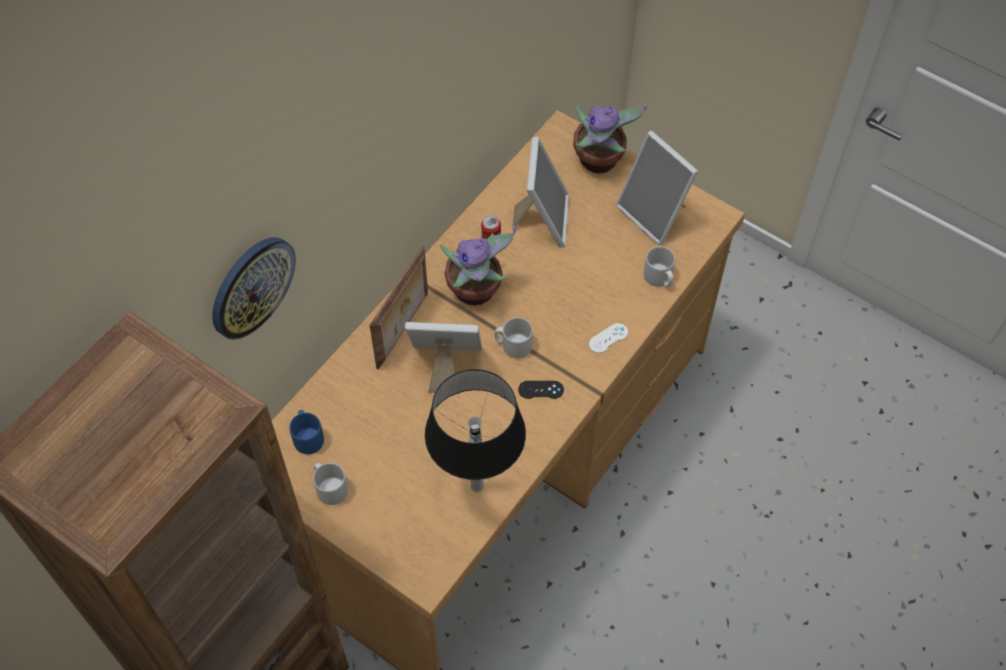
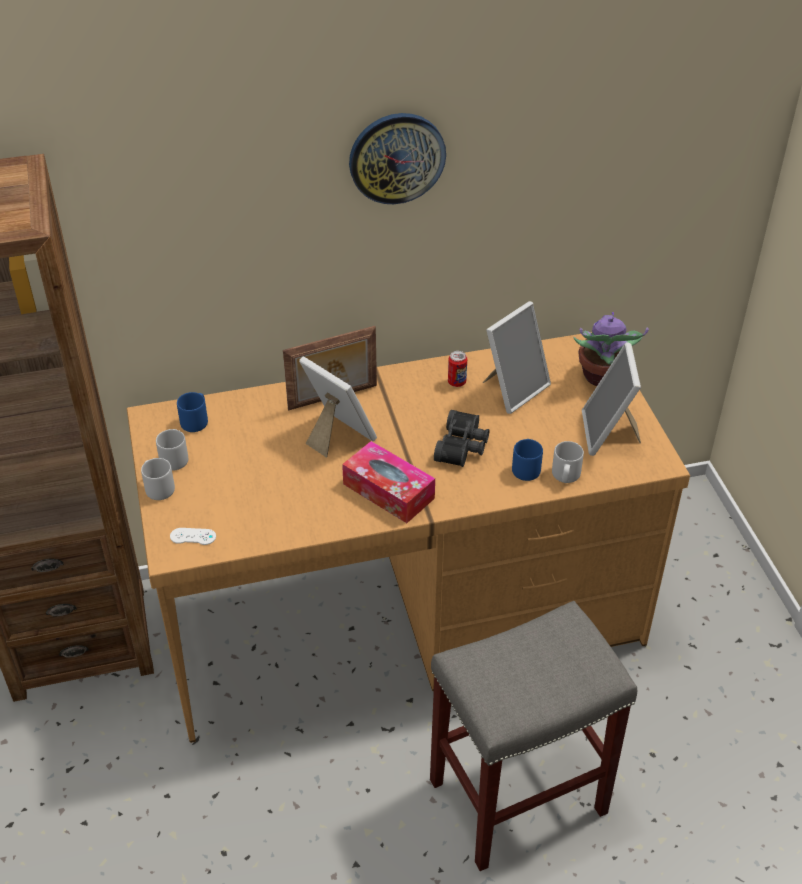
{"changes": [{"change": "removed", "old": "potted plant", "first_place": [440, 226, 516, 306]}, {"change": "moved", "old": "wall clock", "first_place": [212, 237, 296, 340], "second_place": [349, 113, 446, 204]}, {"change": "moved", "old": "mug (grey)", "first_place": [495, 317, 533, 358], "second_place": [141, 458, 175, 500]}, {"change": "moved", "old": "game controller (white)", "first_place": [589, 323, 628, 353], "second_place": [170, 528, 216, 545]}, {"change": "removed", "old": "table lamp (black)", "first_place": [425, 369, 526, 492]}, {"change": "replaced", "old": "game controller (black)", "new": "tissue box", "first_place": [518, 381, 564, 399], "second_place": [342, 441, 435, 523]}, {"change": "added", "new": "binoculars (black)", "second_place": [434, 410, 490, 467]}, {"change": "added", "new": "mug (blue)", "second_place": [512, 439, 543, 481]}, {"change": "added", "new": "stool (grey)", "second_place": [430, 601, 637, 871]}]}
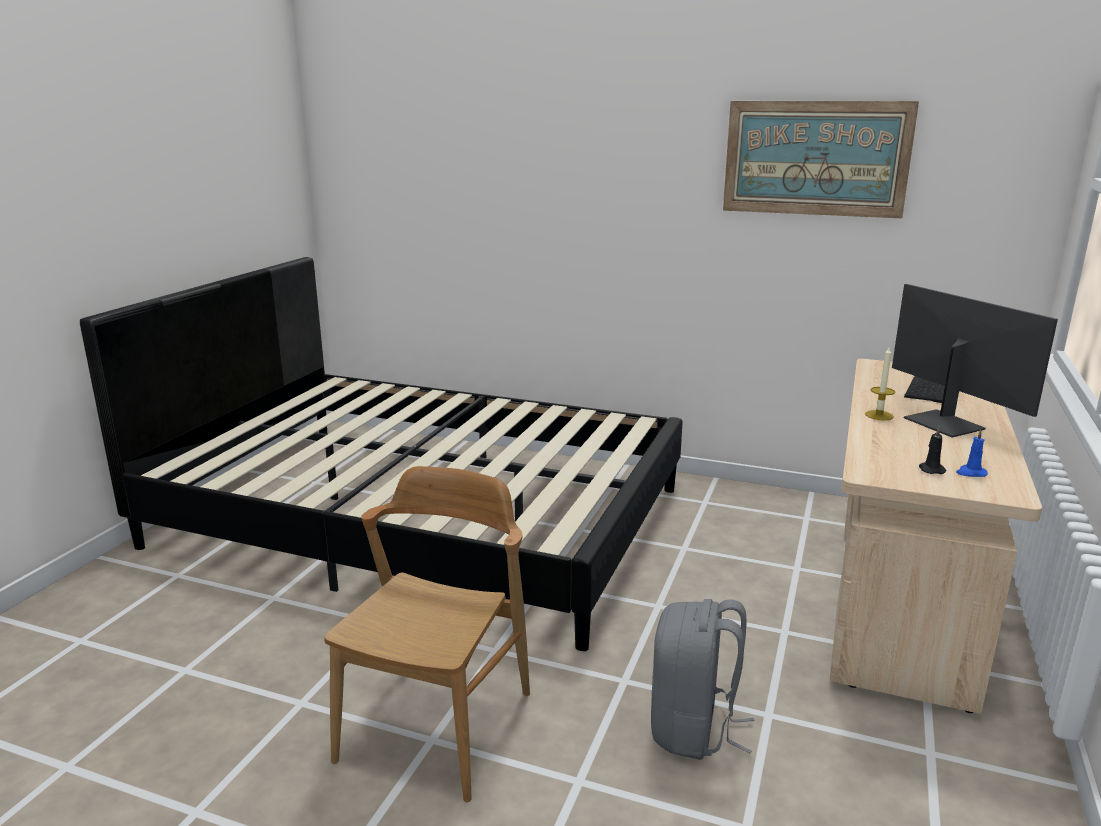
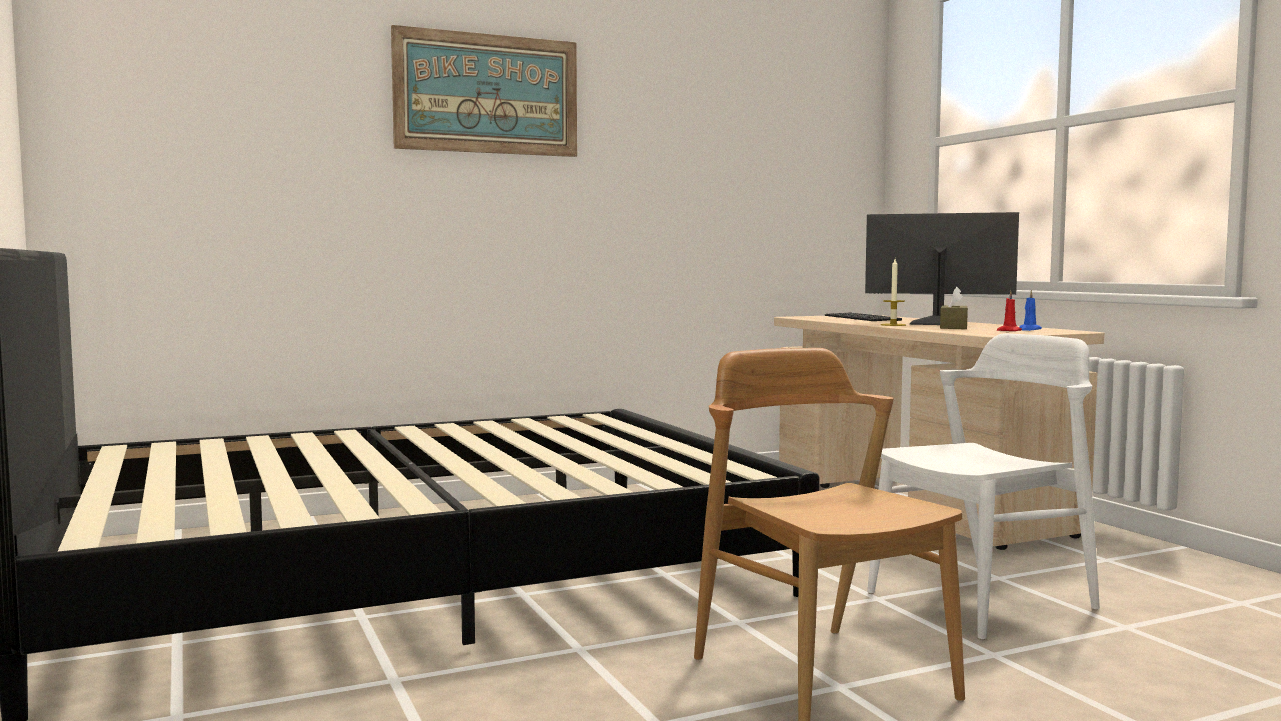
{"changes": [{"change": "moved", "old": "picture", "first_place": [723, 101, 919, 218], "second_place": [391, 25, 577, 157]}, {"change": "recoloured", "old": "candle (black)", "new": "candle (red)", "first_place": [919, 427, 946, 474], "second_place": [996, 291, 1022, 331]}, {"change": "replaced", "old": "backpack (grey)", "new": "chair (white)", "first_place": [651, 599, 755, 760], "second_place": [867, 333, 1100, 640]}, {"change": "added", "new": "tissue box (brown)", "second_place": [940, 287, 968, 329]}]}
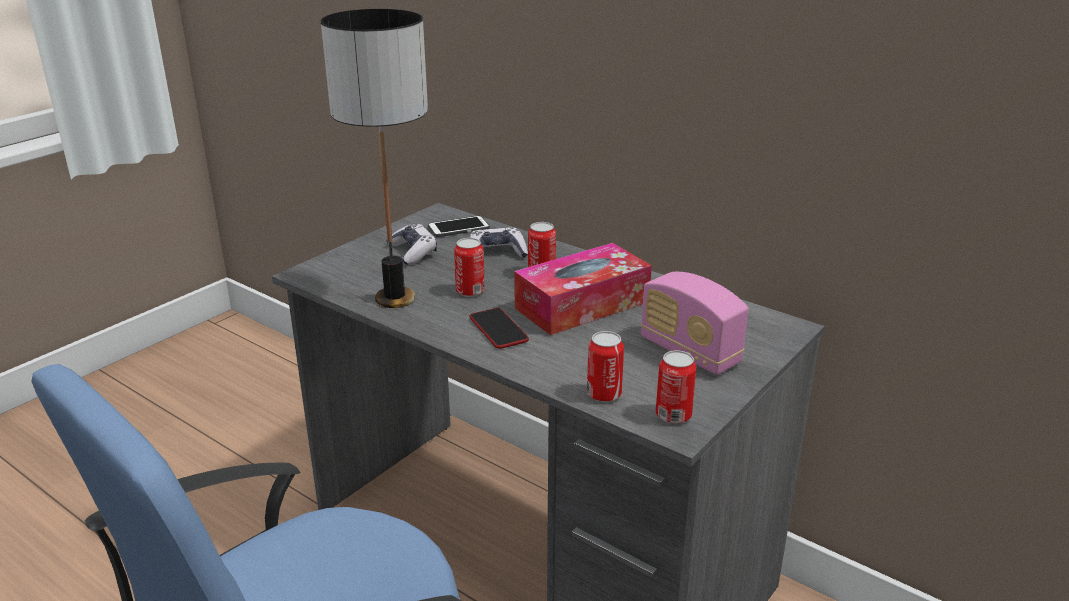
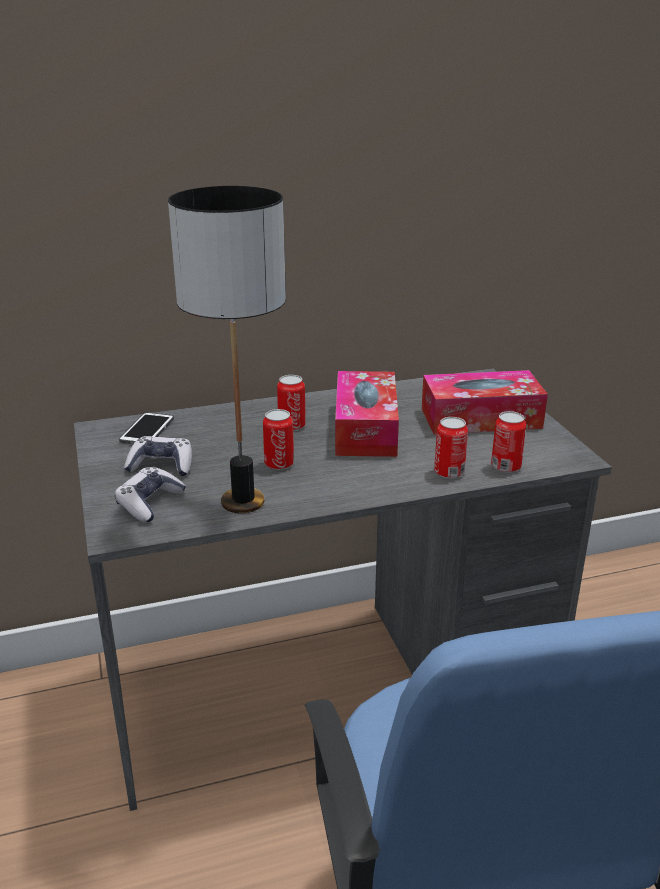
{"changes": [{"change": "moved", "old": "game controller", "first_place": [470, 227, 528, 258], "second_place": [115, 467, 186, 522]}, {"change": "replaced", "old": "radio", "new": "tissue box", "first_place": [641, 272, 749, 375], "second_place": [422, 370, 548, 434]}, {"change": "removed", "old": "phone", "first_place": [470, 308, 529, 349]}, {"change": "moved", "old": "can", "first_place": [656, 350, 696, 424], "second_place": [434, 417, 468, 479]}]}
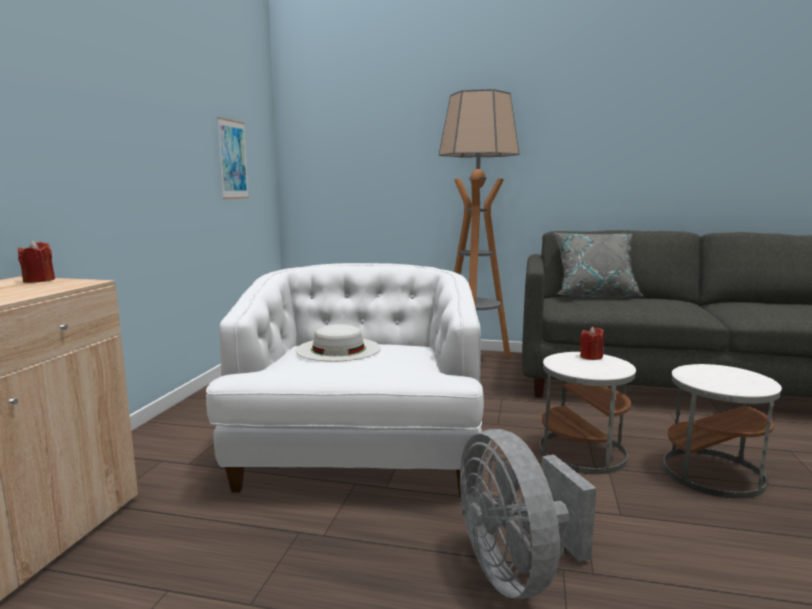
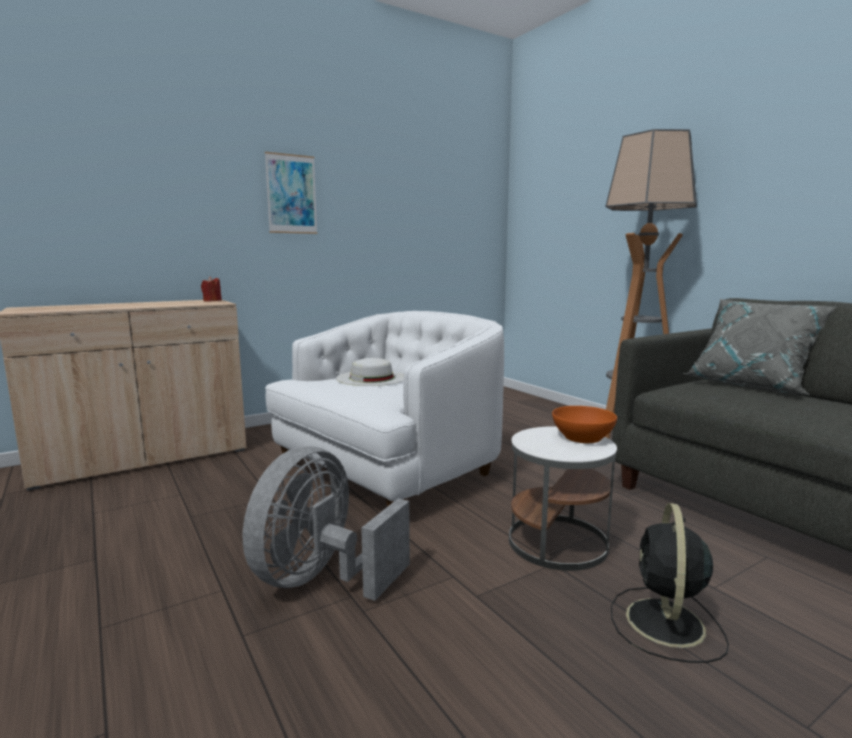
{"changes": [{"change": "moved", "old": "picture", "first_place": [217, 117, 249, 199], "second_place": [265, 152, 317, 234]}, {"change": "replaced", "old": "candle (red)", "new": "bowl (orange)", "first_place": [580, 327, 604, 360], "second_place": [552, 406, 617, 443]}, {"change": "replaced", "old": "side table (white)", "new": "fan (black)", "first_place": [663, 364, 782, 499], "second_place": [611, 503, 729, 663]}]}
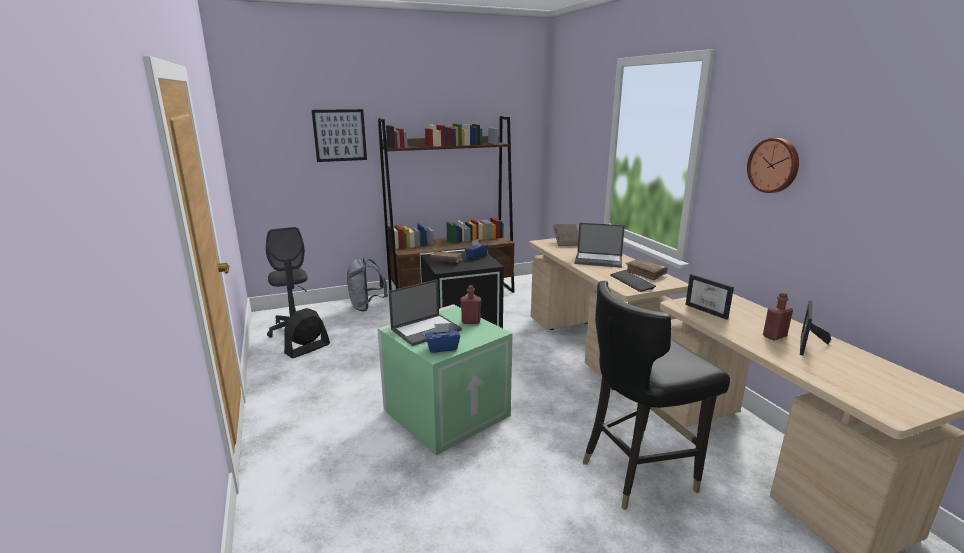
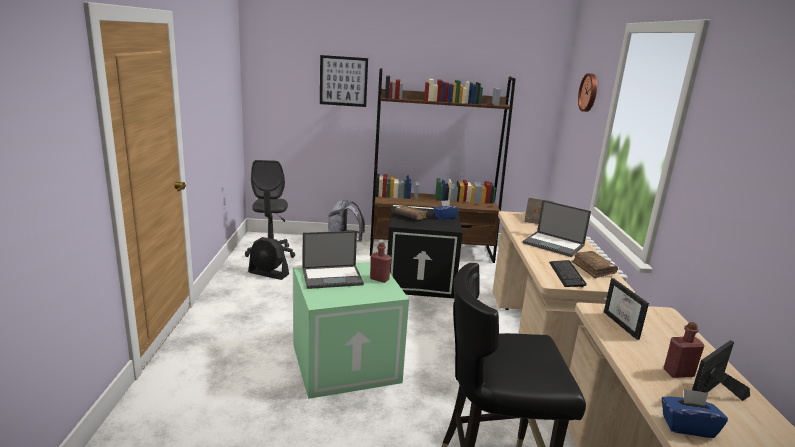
{"changes": [{"change": "moved", "old": "wall clock", "first_place": [747, 138, 799, 193], "second_place": [578, 73, 597, 112]}, {"change": "turned", "old": "fan (black)", "first_place": [284, 308, 330, 358], "second_place": [248, 237, 289, 280], "degrees": -135}, {"change": "moved", "old": "tissue box (blue)", "first_place": [425, 323, 460, 353], "second_place": [661, 389, 728, 438]}]}
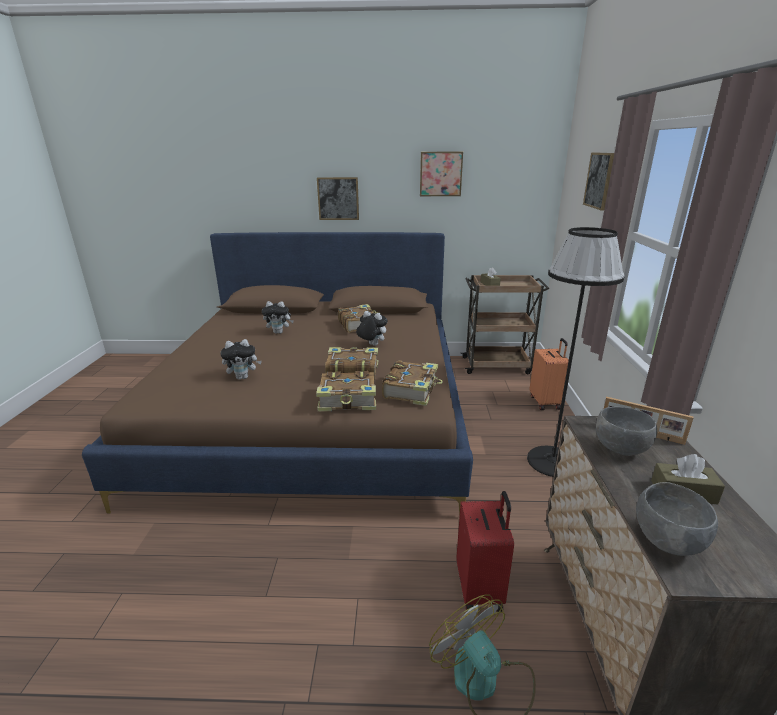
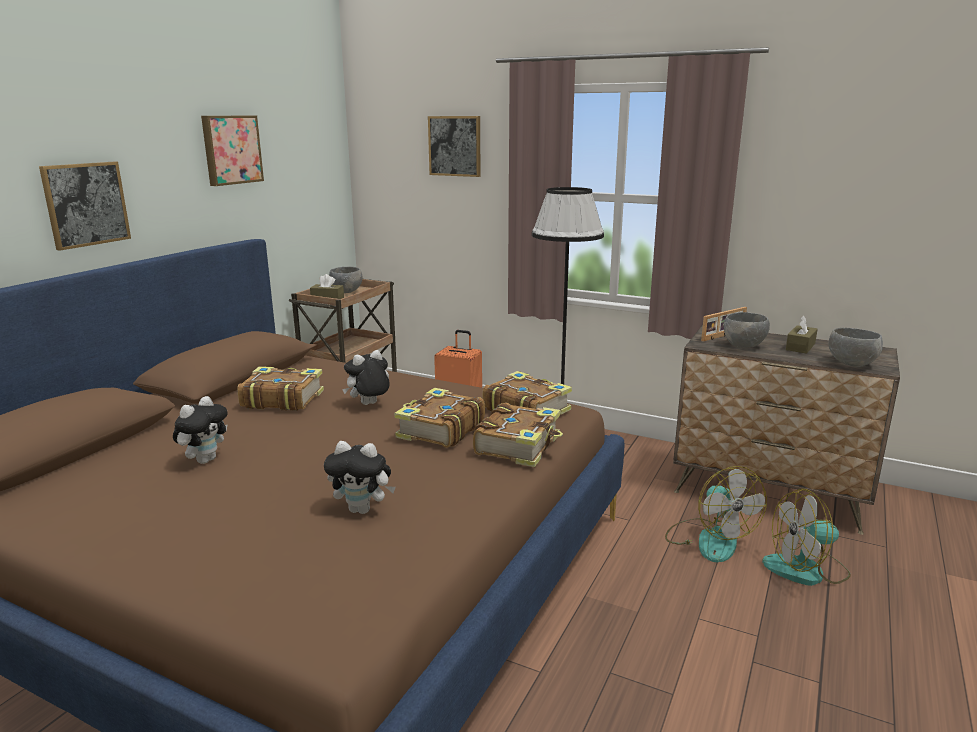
{"changes": [{"change": "turned", "old": "plush toy", "first_place": [221, 339, 262, 380], "second_place": [324, 441, 396, 514], "degrees": 90}, {"change": "replaced", "old": "suitcase (red)", "new": "fan", "first_place": [456, 491, 514, 612], "second_place": [665, 466, 767, 562]}, {"change": "added", "new": "bowl (grey)", "second_place": [329, 267, 363, 293]}]}
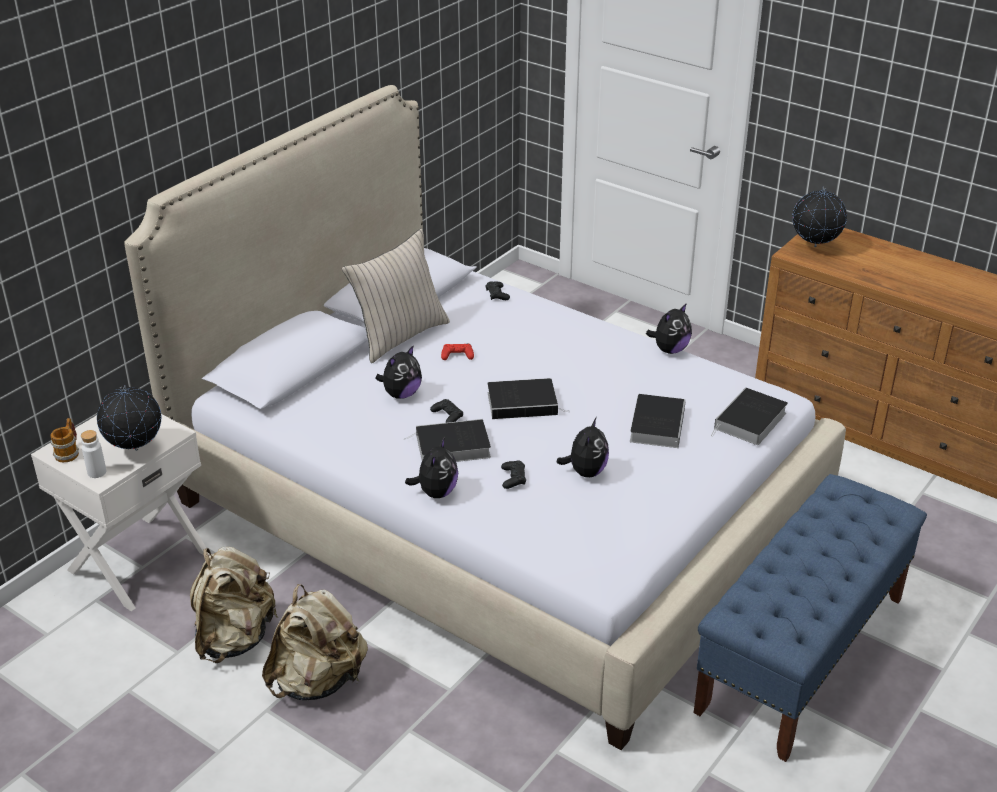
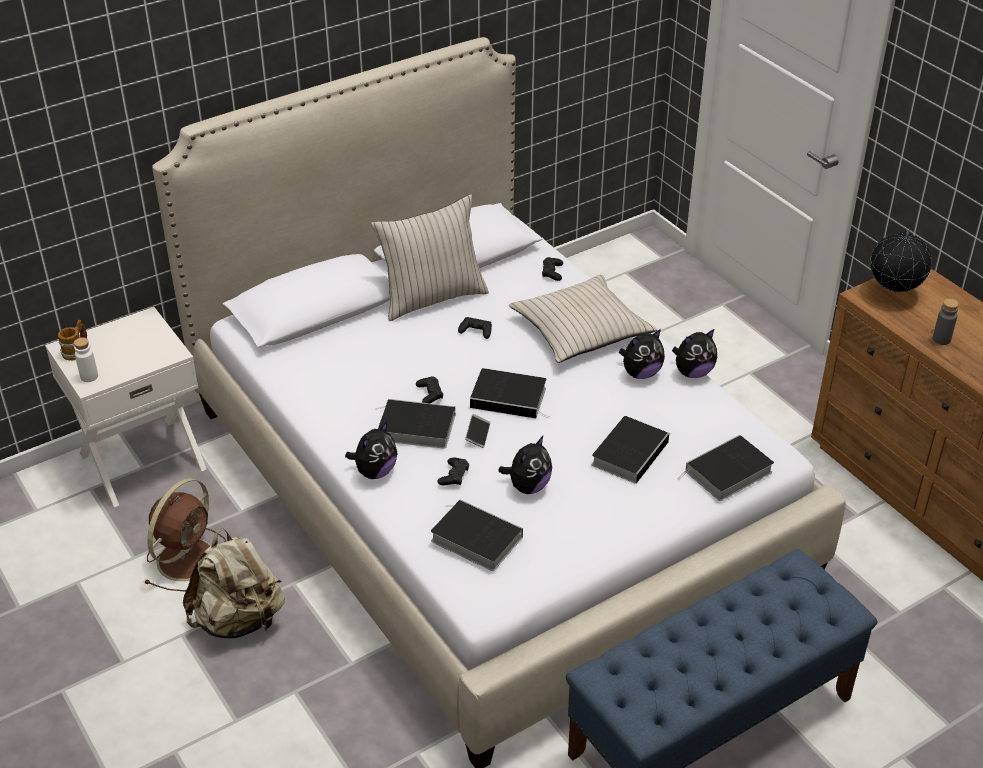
{"changes": [{"change": "recoloured", "old": "game controller (red)", "new": "game controller (black)", "first_place": [441, 344, 474, 360], "second_place": [458, 317, 492, 339]}, {"change": "moved", "old": "plush toy", "first_place": [375, 346, 422, 399], "second_place": [619, 329, 665, 379]}, {"change": "removed", "old": "globe", "first_place": [97, 386, 162, 451]}, {"change": "replaced", "old": "backpack (beige)", "new": "fan (brown)", "first_place": [190, 547, 278, 663], "second_place": [144, 478, 226, 592]}, {"change": "added", "new": "pillow (beige)", "second_place": [509, 275, 657, 363]}, {"change": "added", "new": "bottle (grey)", "second_place": [933, 299, 959, 345]}, {"change": "added", "new": "phone", "second_place": [465, 414, 490, 448]}, {"change": "added", "new": "book", "second_place": [431, 499, 523, 571]}]}
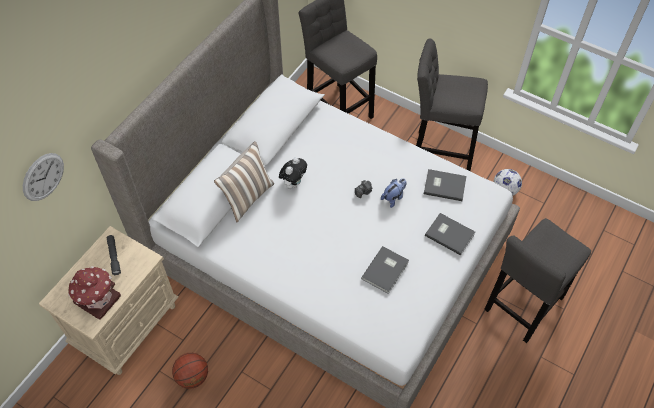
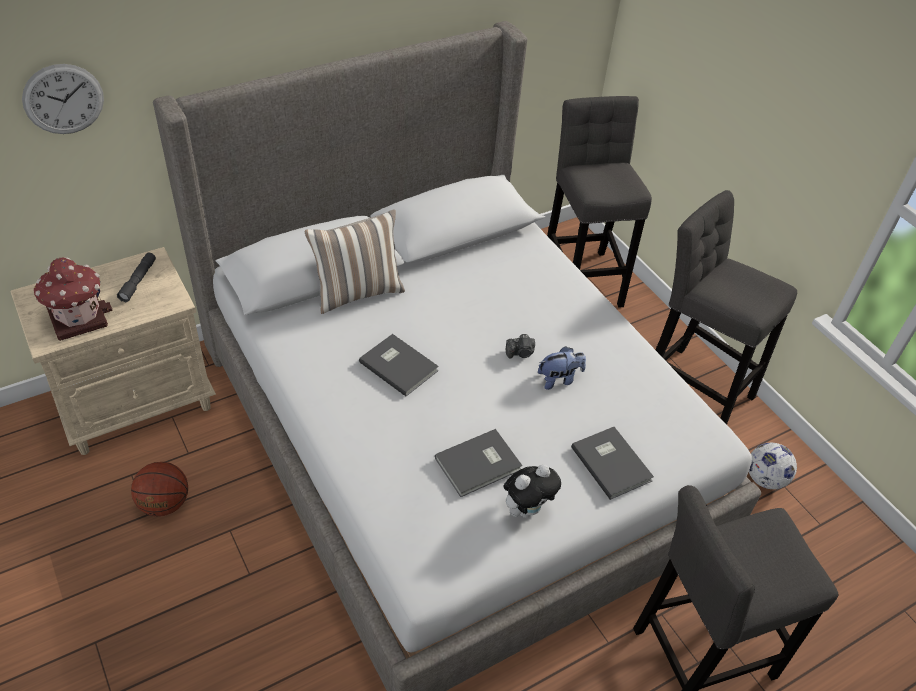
{"changes": [{"change": "moved", "old": "plush toy", "first_place": [279, 157, 307, 189], "second_place": [503, 464, 561, 518]}, {"change": "moved", "old": "book (grey)", "first_place": [424, 169, 467, 201], "second_place": [359, 334, 439, 396]}]}
